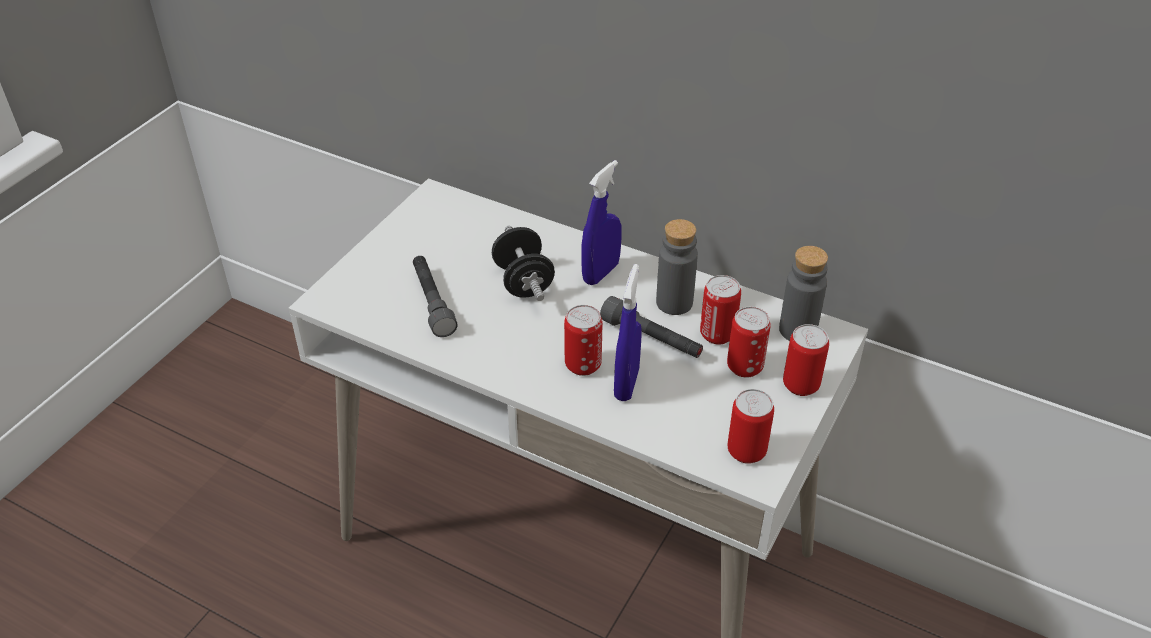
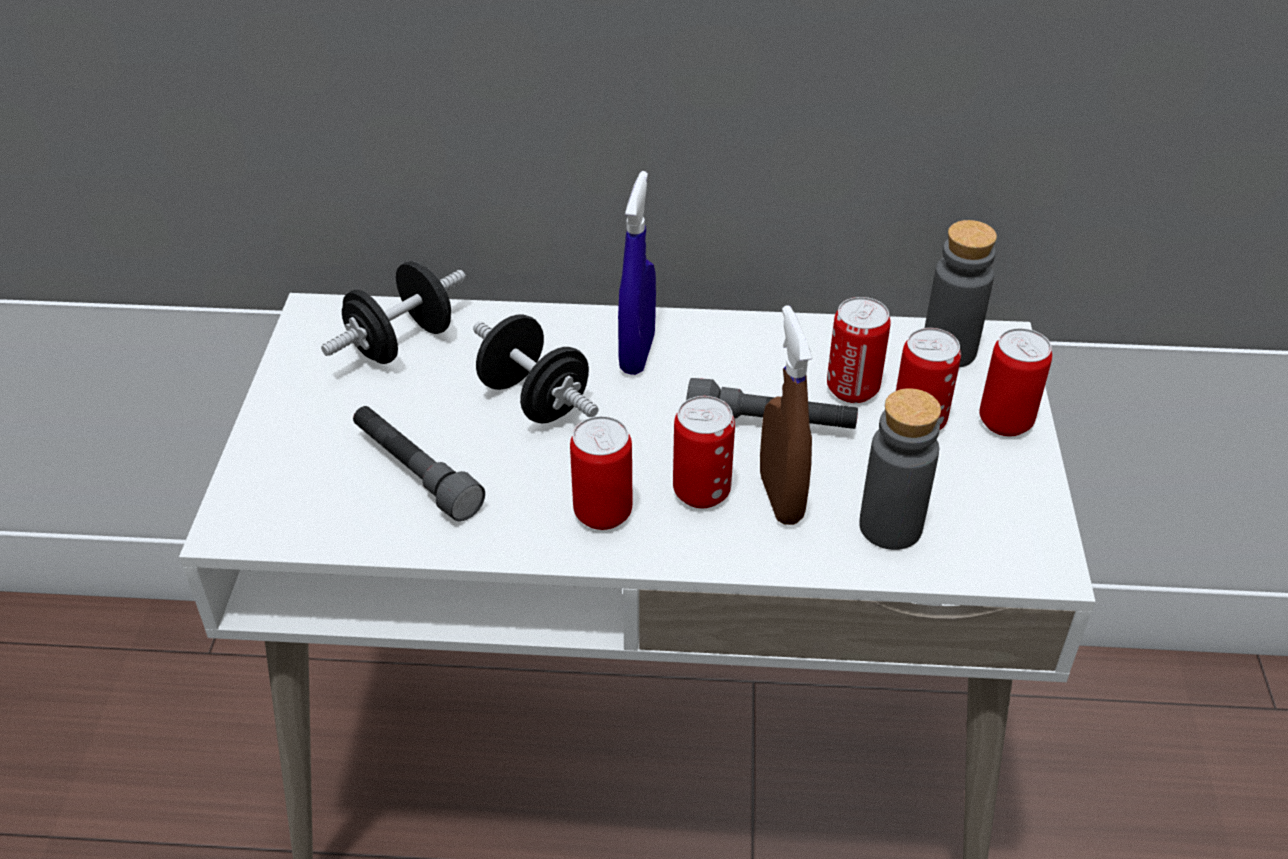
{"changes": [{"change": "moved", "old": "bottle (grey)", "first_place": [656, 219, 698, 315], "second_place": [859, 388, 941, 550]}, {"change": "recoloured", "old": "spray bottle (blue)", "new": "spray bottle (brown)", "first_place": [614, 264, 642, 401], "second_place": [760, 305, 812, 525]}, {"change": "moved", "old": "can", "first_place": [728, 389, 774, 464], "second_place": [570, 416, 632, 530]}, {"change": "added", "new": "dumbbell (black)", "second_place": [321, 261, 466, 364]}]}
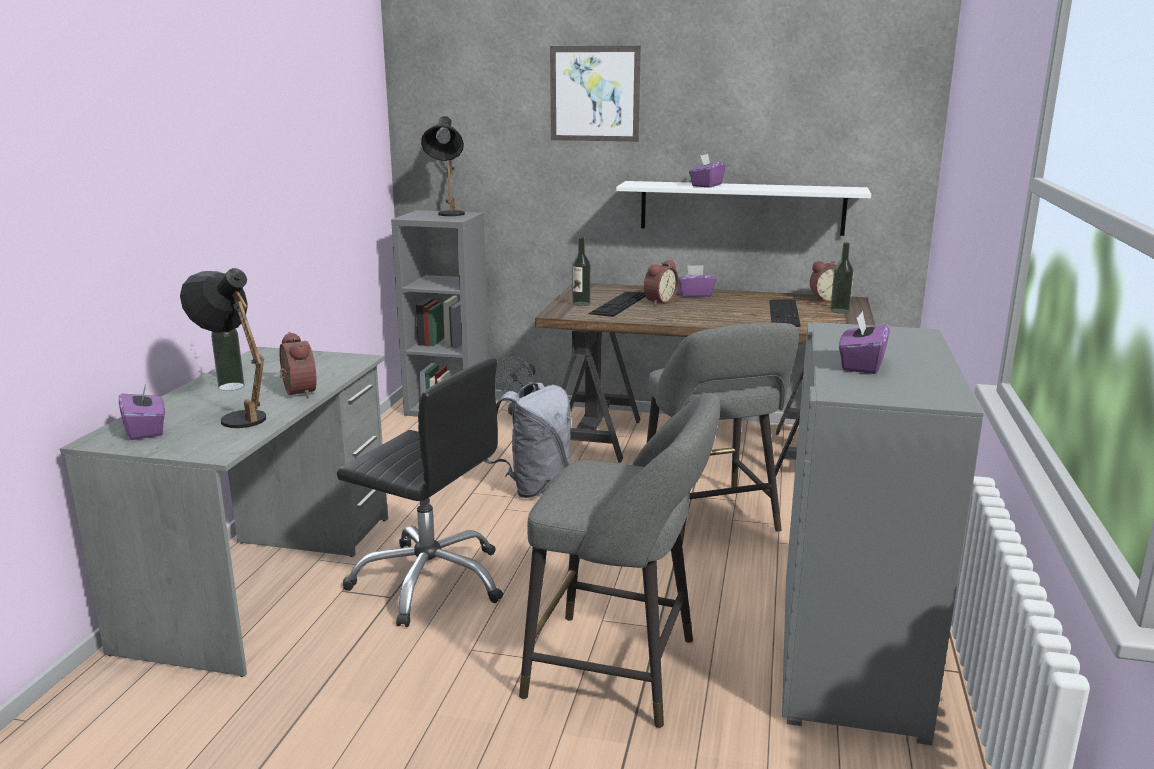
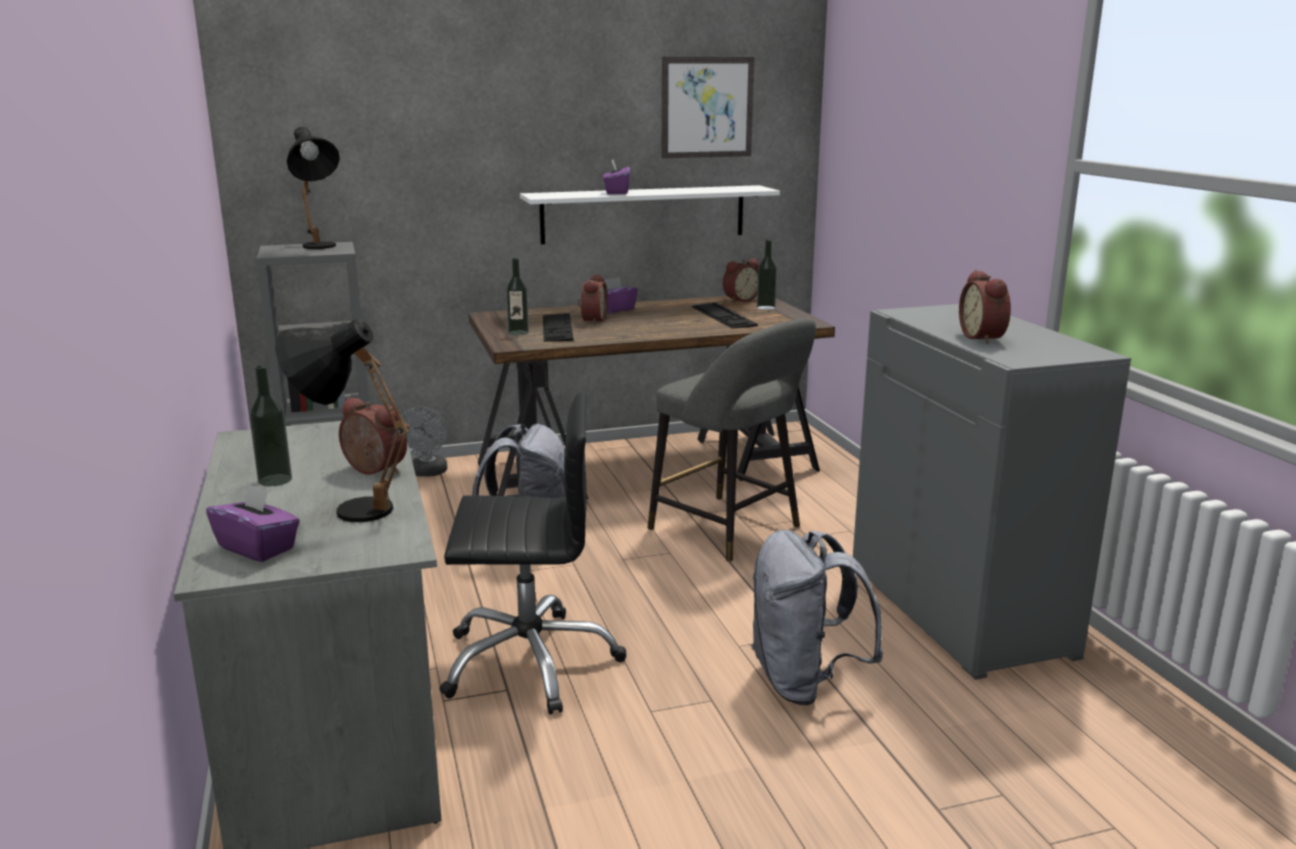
{"changes": [{"change": "moved", "old": "picture", "first_place": [550, 46, 641, 142], "second_place": [662, 57, 754, 158]}, {"change": "replaced", "old": "tissue box (purple)", "new": "alarm clock", "first_place": [839, 311, 890, 374], "second_place": [959, 270, 1011, 344]}, {"change": "replaced", "old": "stool (grey)", "new": "backpack (grey)", "first_place": [519, 393, 720, 728], "second_place": [751, 530, 884, 705]}]}
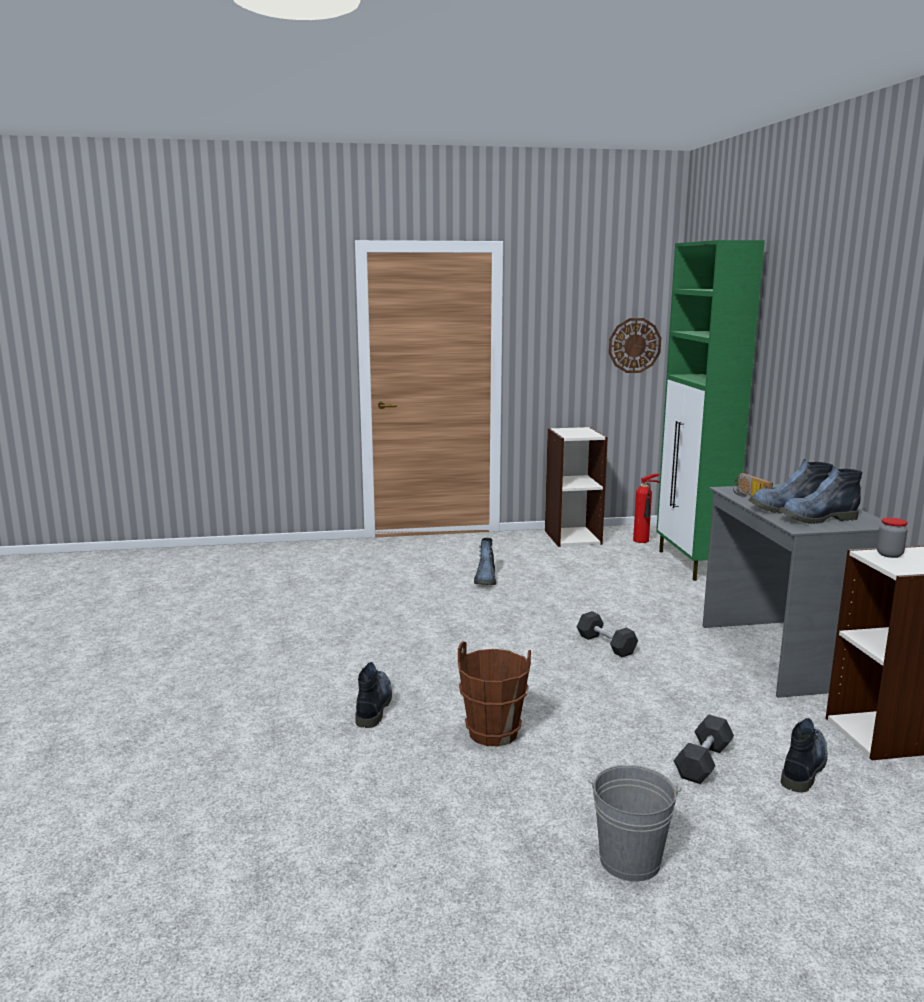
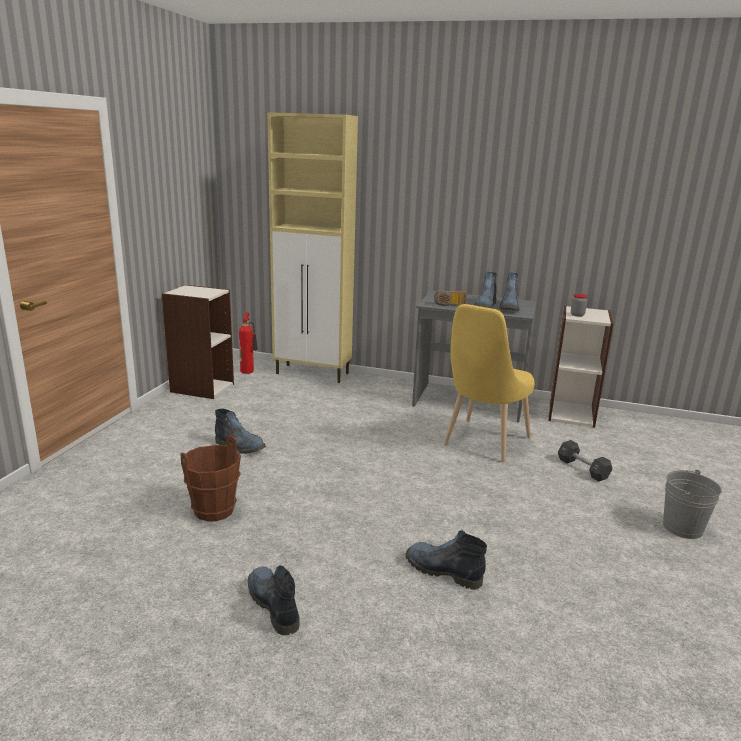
{"changes": [{"change": "recoloured", "old": "cabinet (green)", "new": "cabinet (beige)", "first_place": [656, 240, 765, 581], "second_place": [267, 112, 358, 383]}, {"change": "removed", "old": "wall clock", "first_place": [609, 318, 661, 373]}, {"change": "removed", "old": "dumbbell (black)", "first_place": [577, 611, 638, 657]}, {"change": "moved", "old": "bucket (brown)", "first_place": [458, 641, 531, 746], "second_place": [180, 435, 241, 522]}, {"change": "moved", "old": "boot", "first_place": [781, 718, 828, 793], "second_place": [248, 565, 300, 635]}, {"change": "added", "new": "chair (yellow)", "second_place": [444, 304, 535, 462]}]}
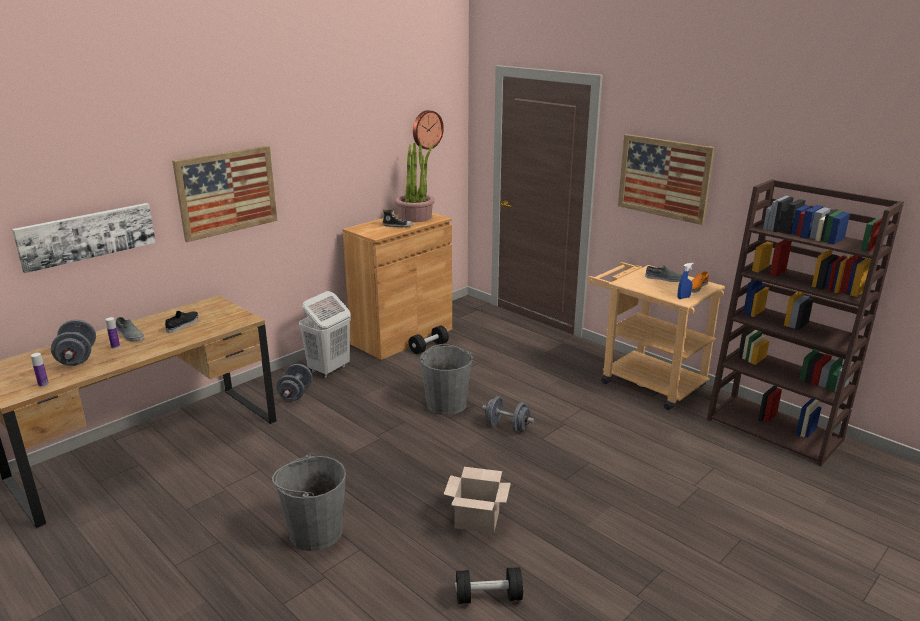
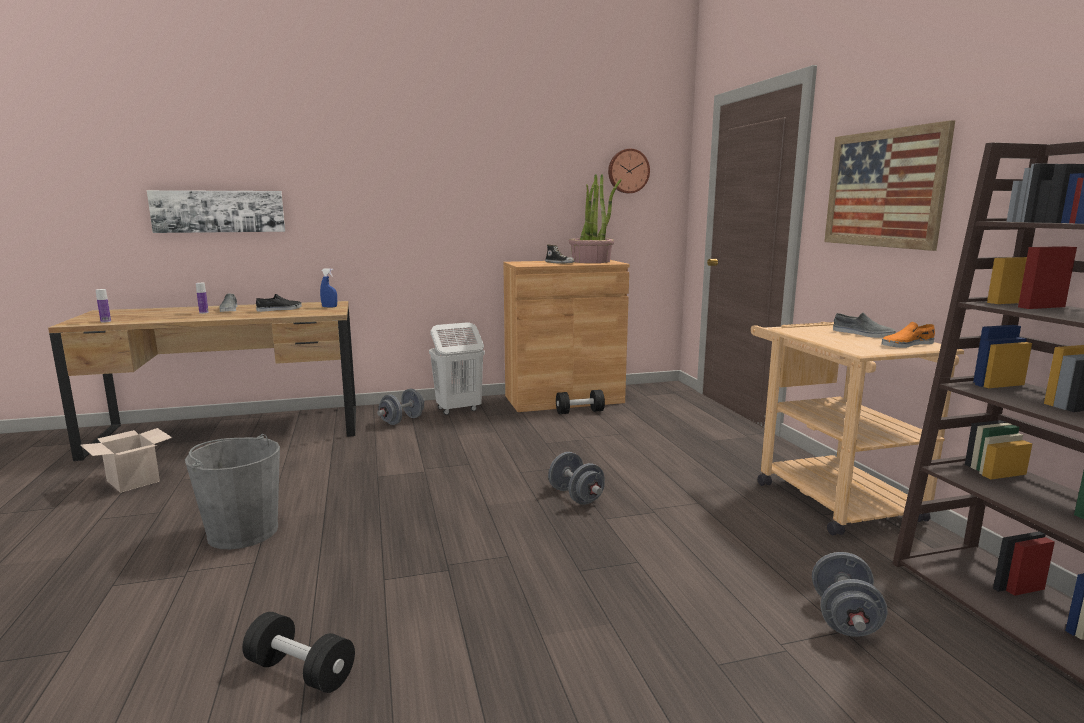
{"changes": [{"change": "removed", "old": "picture", "first_place": [172, 145, 277, 242]}, {"change": "moved", "old": "spray bottle (blue)", "first_place": [678, 263, 694, 299], "second_place": [320, 268, 337, 307]}, {"change": "moved", "old": "dumbbell (grey)", "first_place": [51, 319, 96, 366], "second_place": [812, 552, 888, 637]}, {"change": "removed", "old": "bucket (grey)", "first_place": [420, 344, 473, 415]}, {"change": "moved", "old": "cardboard box", "first_place": [443, 467, 511, 534], "second_place": [80, 428, 172, 493]}]}
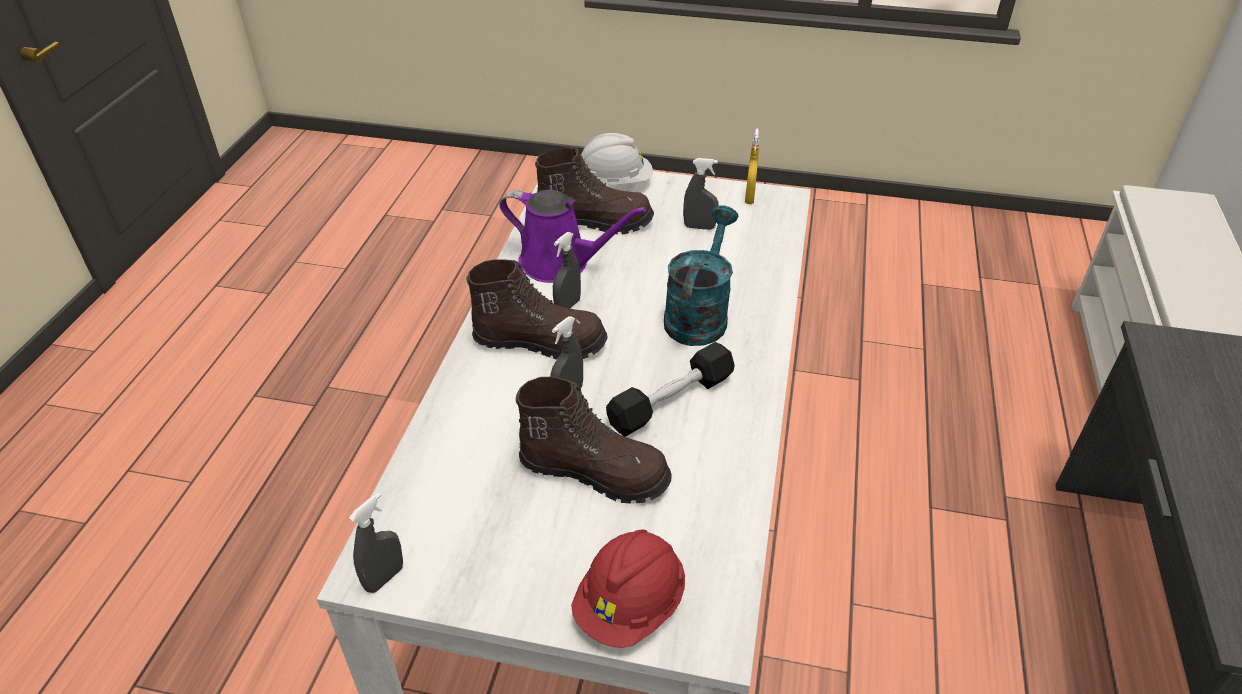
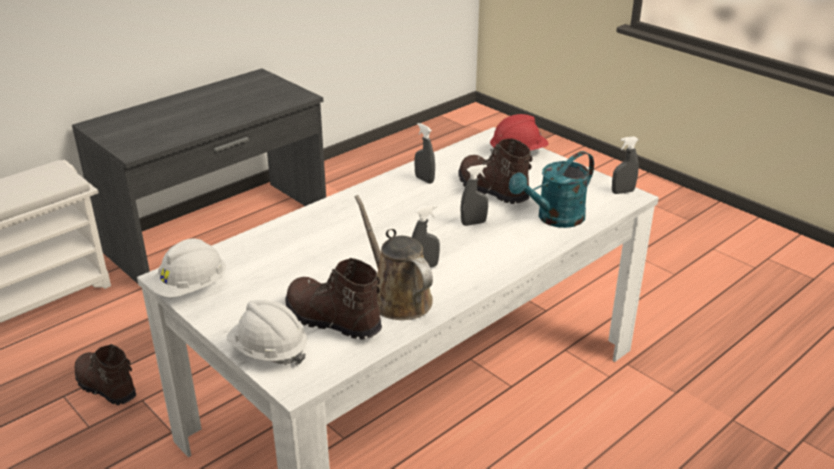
{"changes": [{"change": "replaced", "old": "spray bottle (yellow)", "new": "hard hat (white)", "first_place": [745, 128, 759, 204], "second_place": [150, 238, 226, 298]}, {"change": "moved", "old": "spray bottle (grey)", "first_place": [683, 158, 719, 230], "second_place": [414, 123, 435, 184]}, {"change": "recoloured", "old": "watering can (purple)", "new": "watering can (brown)", "first_place": [500, 190, 646, 283], "second_place": [355, 195, 433, 320]}, {"change": "moved", "old": "watering can (turquoise)", "first_place": [664, 205, 738, 346], "second_place": [509, 151, 594, 228]}, {"change": "moved", "old": "boot (brown)", "first_place": [467, 259, 608, 360], "second_place": [74, 344, 136, 405]}, {"change": "removed", "old": "dumbbell (black)", "first_place": [606, 342, 735, 437]}]}
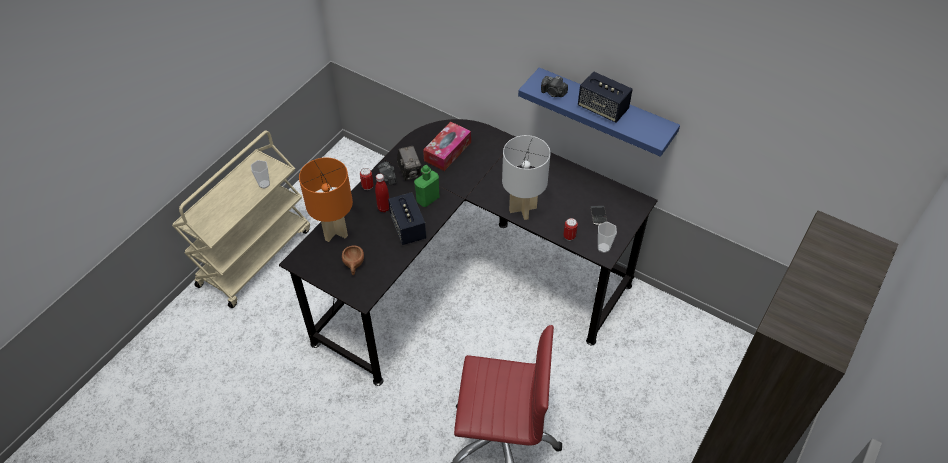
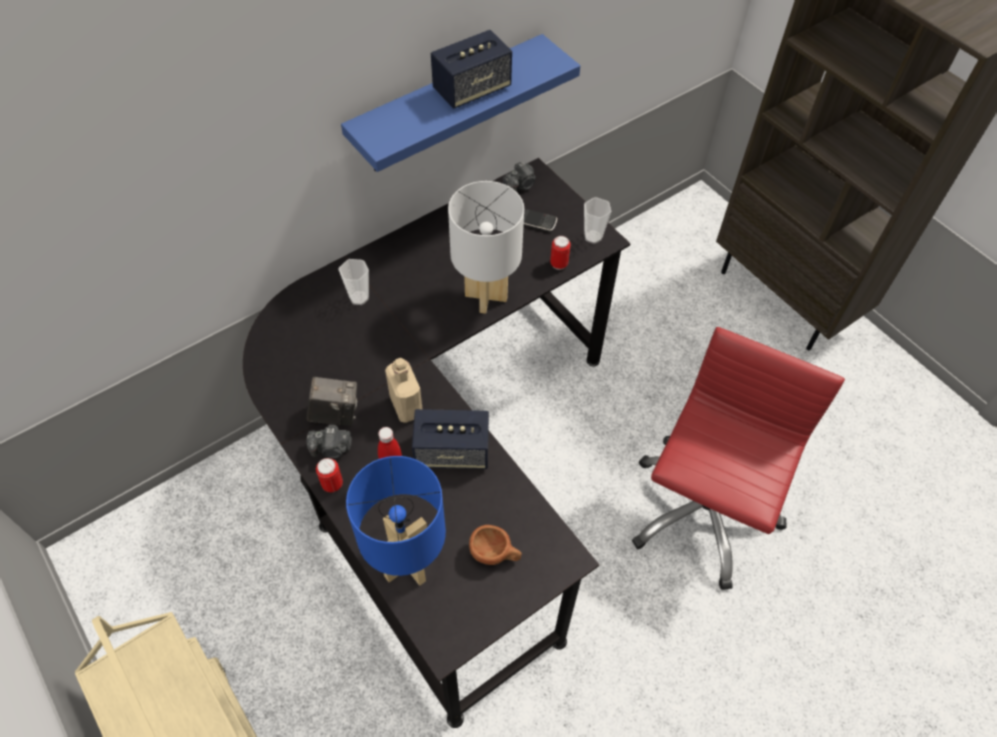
{"changes": [{"change": "moved", "old": "photo camera", "first_place": [541, 76, 568, 97], "second_place": [503, 162, 536, 192]}, {"change": "removed", "old": "tissue box", "first_place": [423, 122, 471, 171]}, {"change": "recoloured", "old": "table lamp (orange)", "new": "table lamp (blue)", "first_place": [299, 158, 353, 242], "second_place": [346, 456, 446, 586]}, {"change": "moved", "old": "cup", "first_place": [251, 160, 270, 189], "second_place": [338, 259, 369, 305]}, {"change": "recoloured", "old": "bottle (green)", "new": "bottle (beige)", "first_place": [414, 165, 440, 207], "second_place": [385, 358, 422, 423]}]}
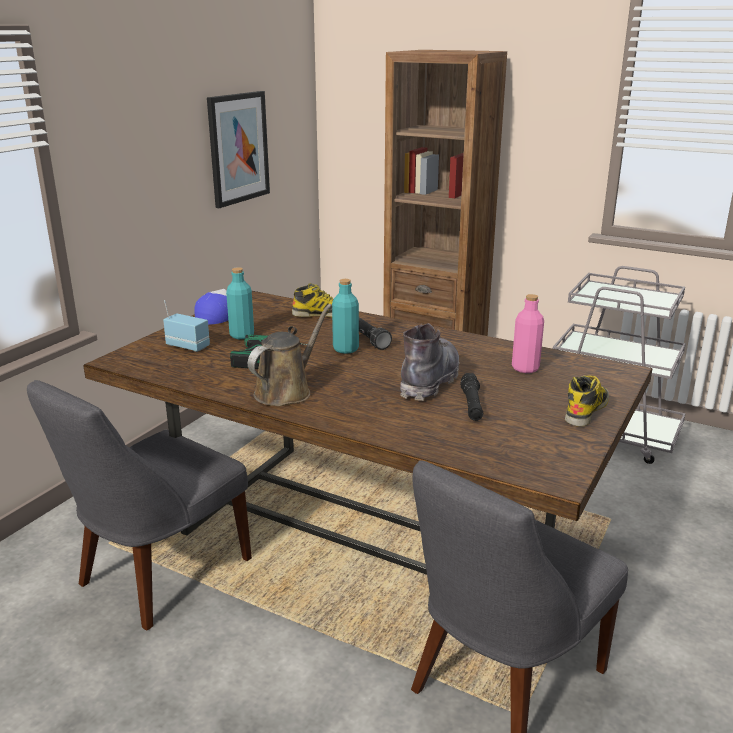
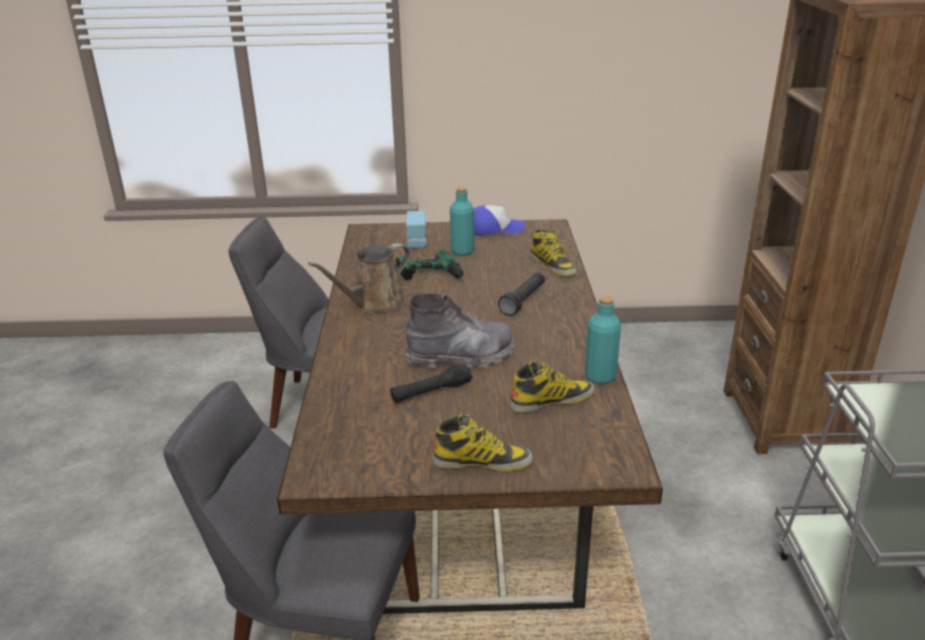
{"changes": [{"change": "removed", "old": "picture", "first_place": [207, 91, 270, 208]}, {"change": "moved", "old": "bottle (turquoise)", "first_place": [332, 279, 359, 354], "second_place": [585, 296, 621, 384]}, {"change": "replaced", "old": "bottle (pink)", "new": "boot", "first_place": [512, 294, 544, 373], "second_place": [510, 361, 595, 413]}, {"change": "turned", "old": "watering can (brown)", "first_place": [248, 304, 332, 406], "second_place": [308, 243, 410, 313], "degrees": 135}]}
